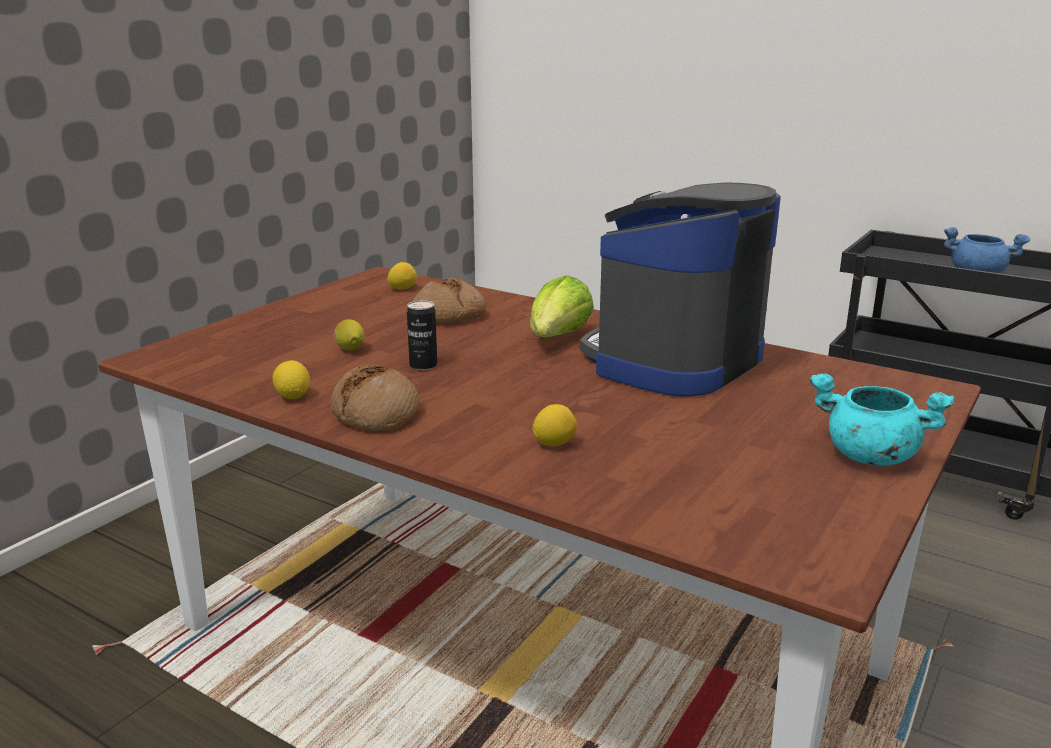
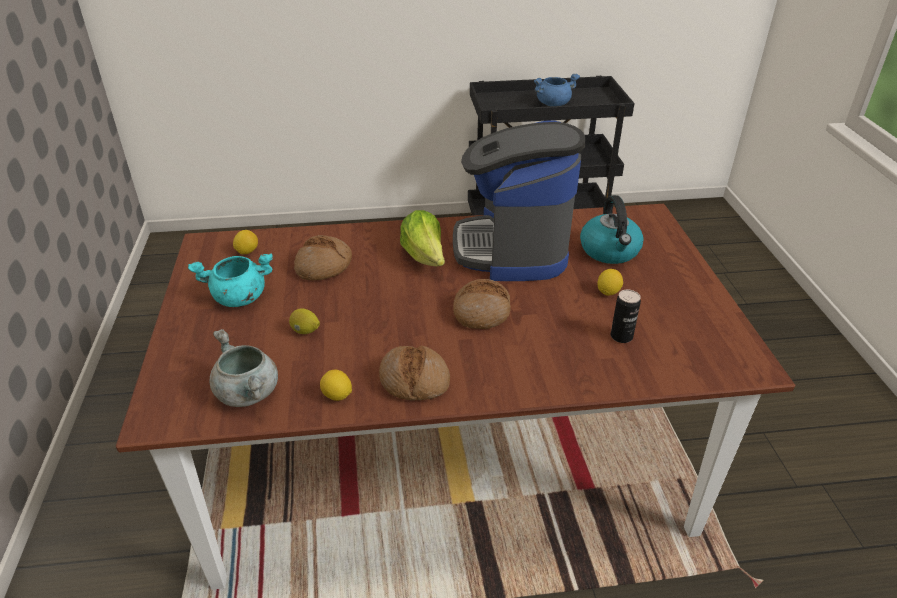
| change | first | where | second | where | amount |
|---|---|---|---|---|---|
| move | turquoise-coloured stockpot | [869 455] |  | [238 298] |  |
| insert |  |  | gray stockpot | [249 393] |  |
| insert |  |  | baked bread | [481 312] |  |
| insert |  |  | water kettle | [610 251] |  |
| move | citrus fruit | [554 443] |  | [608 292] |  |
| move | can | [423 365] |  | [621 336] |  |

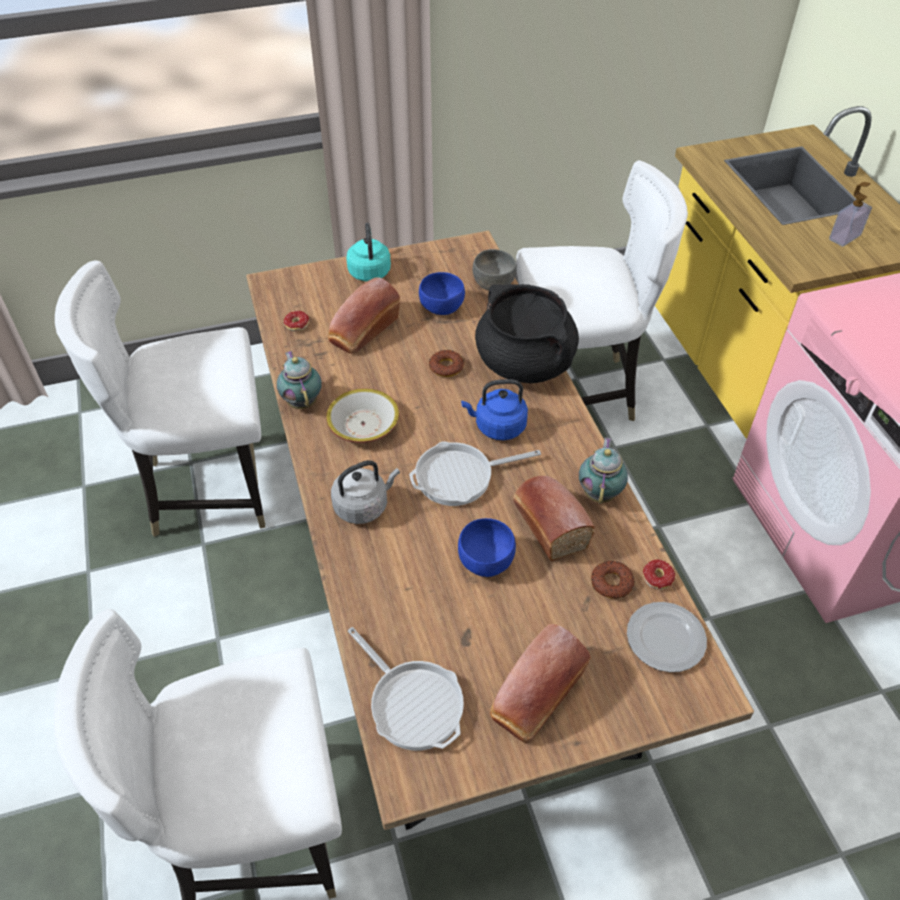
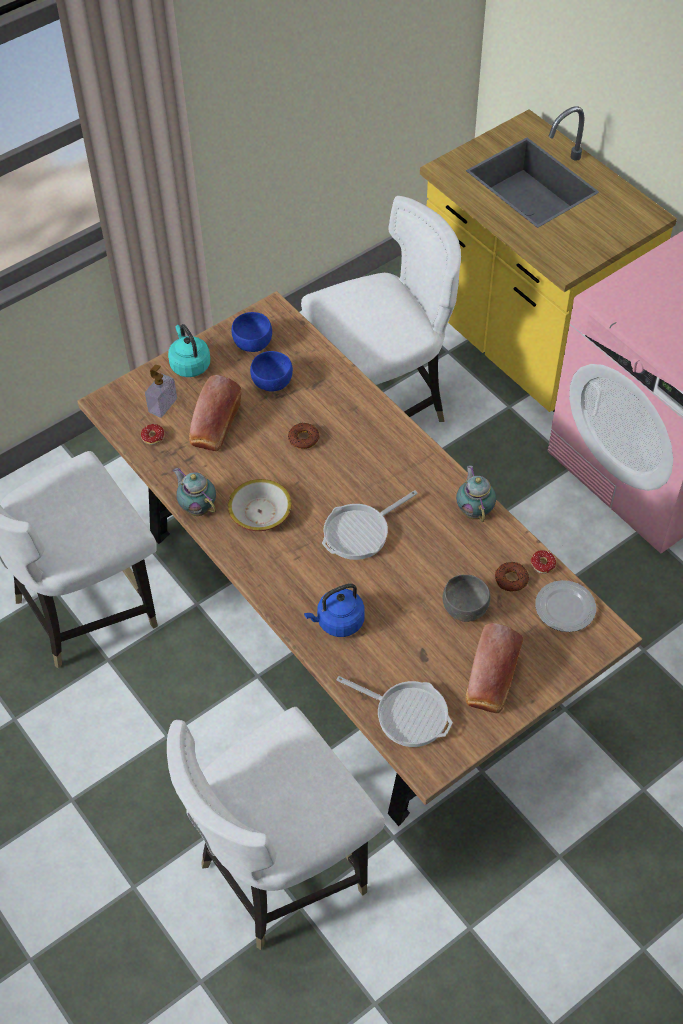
| change | first | where | second | where | amount |
|---|---|---|---|---|---|
| move | soap dispenser | [844 237] |  | [163 405] |  |
| move | blue-coloured serving bowl | [485 561] |  | [253 343] |  |
| move | blue-coloured water kettle | [497 427] |  | [338 622] |  |
| move | gray serving bowl | [493 283] |  | [464 607] |  |
| delete | gray water kettle | [363 506] |  |  |  |
| delete | black stockpot | [525 364] |  |  |  |
| delete | baked bread | [548 523] |  |  |  |

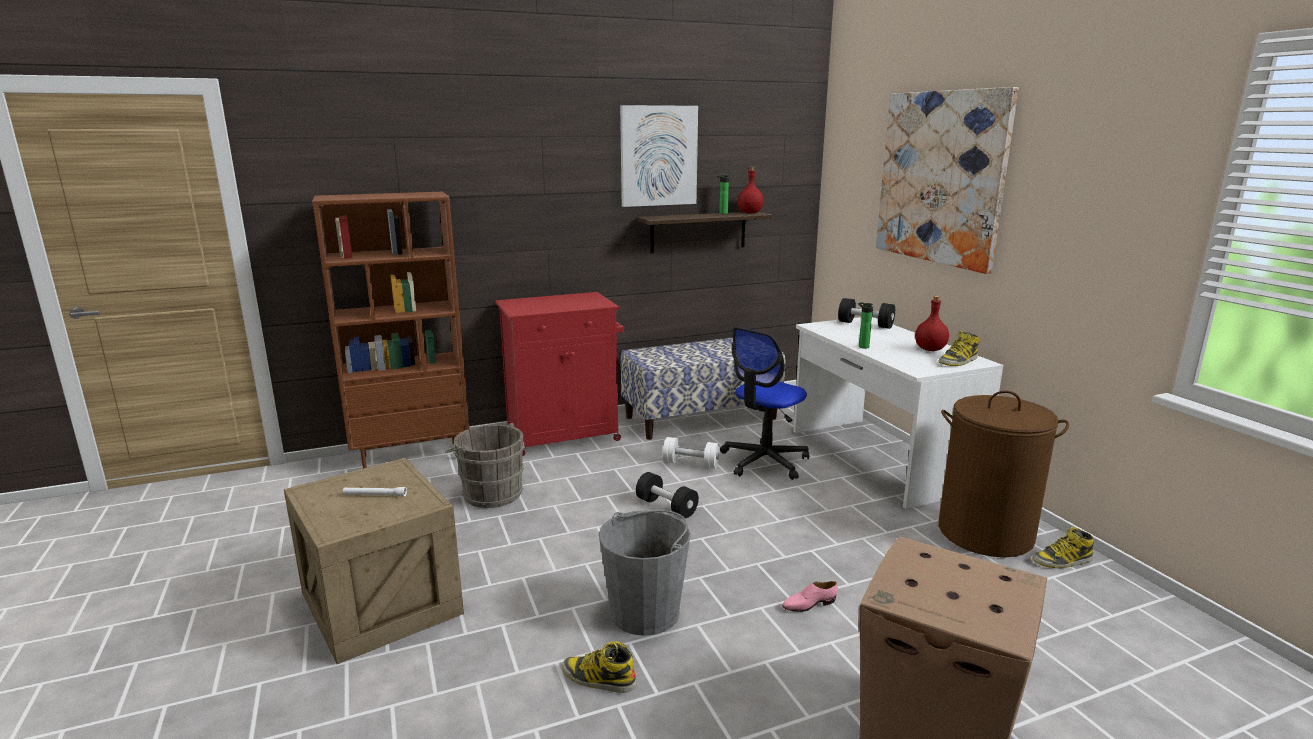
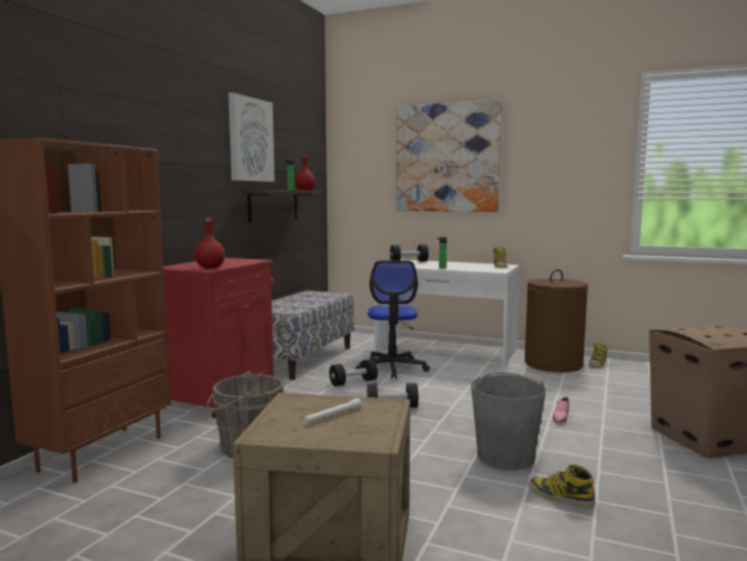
| change | first | where | second | where | amount |
|---|---|---|---|---|---|
| move | reddish bottle | [929 349] |  | [210 267] |  |
| recolor | white dumbbell | [691 464] | black dumbbell | [353 382] |  |
| rotate | boot | [598 679] |  | [560 496] | 60 degrees clockwise |

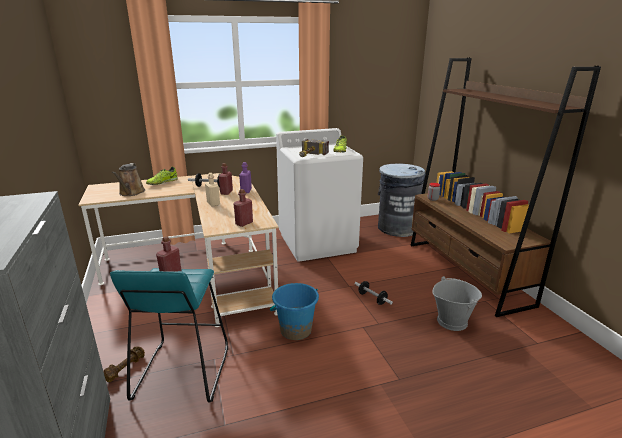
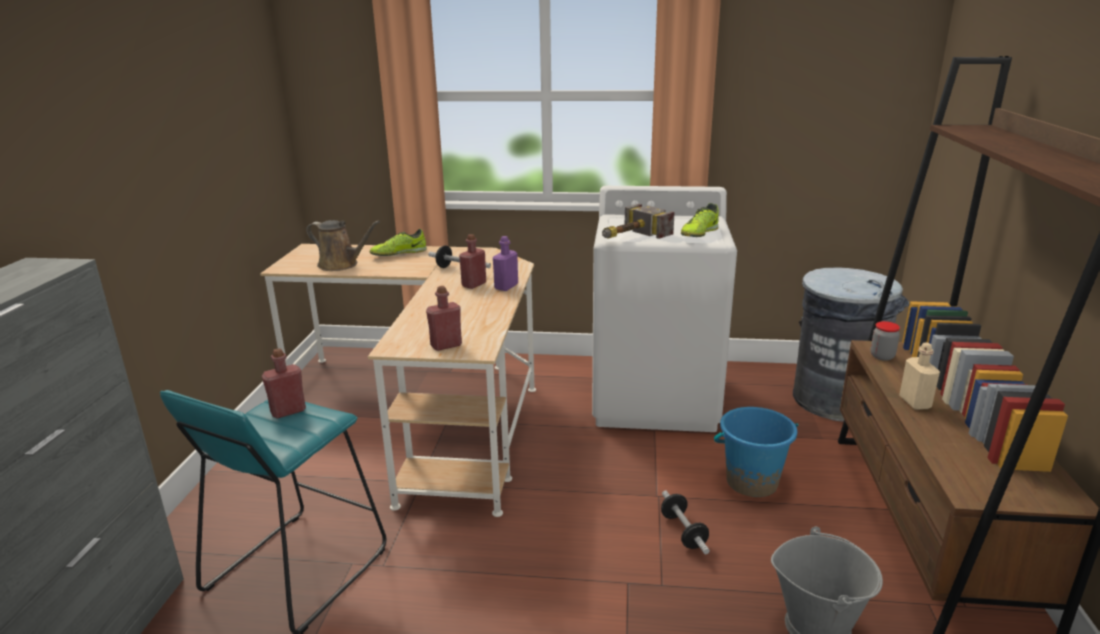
| change | first | where | second | where | amount |
|---|---|---|---|---|---|
| rotate | brownish watering can | [131 193] |  | [341 265] | 90 degrees counterclockwise |
| move | blue-coloured bucket | [295 330] |  | [751 482] |  |
| move | beige bottle | [213 204] |  | [914 402] |  |
| delete | brownish dumbbell | [125 368] |  |  |  |

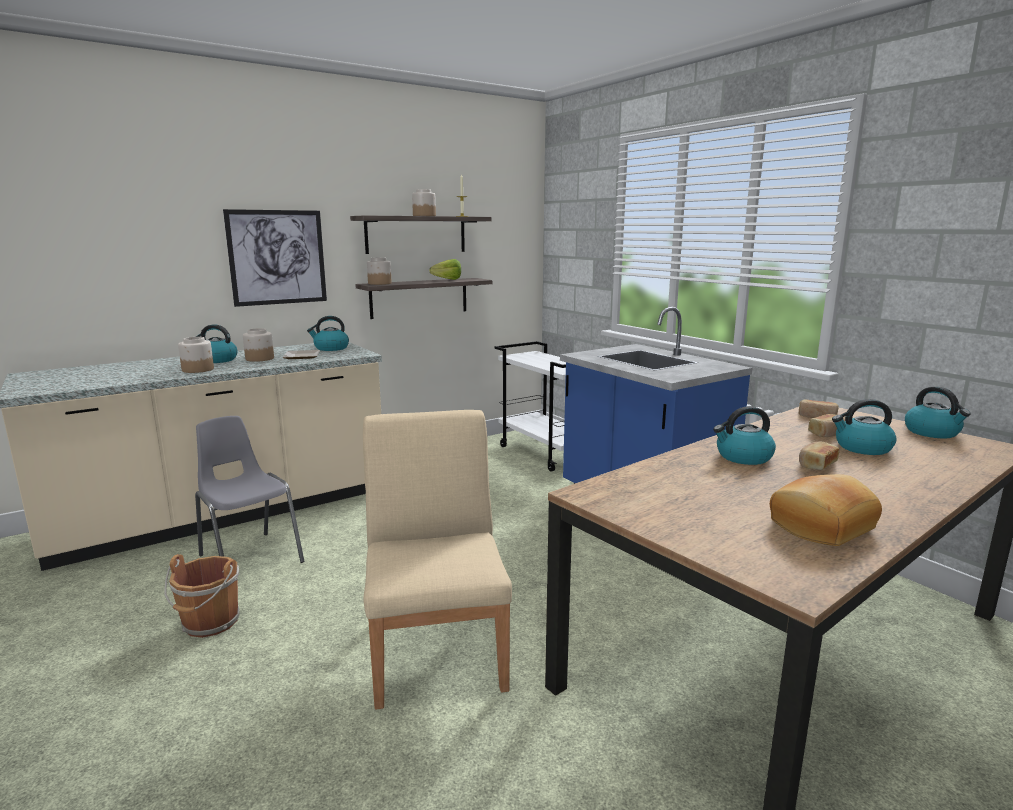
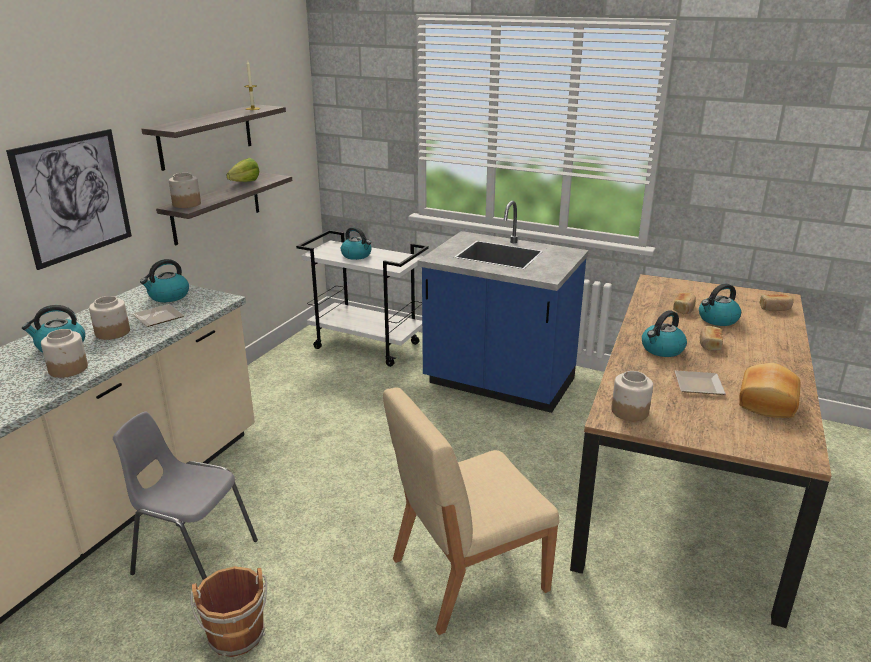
| change | first | where | second | where | amount |
|---|---|---|---|---|---|
| move | water kettle | [932 432] |  | [357 255] |  |
| rotate | beige upright chair | [438 650] |  | [467 574] | 75 degrees counterclockwise |
| move | preserve jar | [424 216] |  | [629 411] |  |
| insert |  |  | plate | [700 385] |  |
| move | baked bread | [817 416] |  | [775 308] |  |

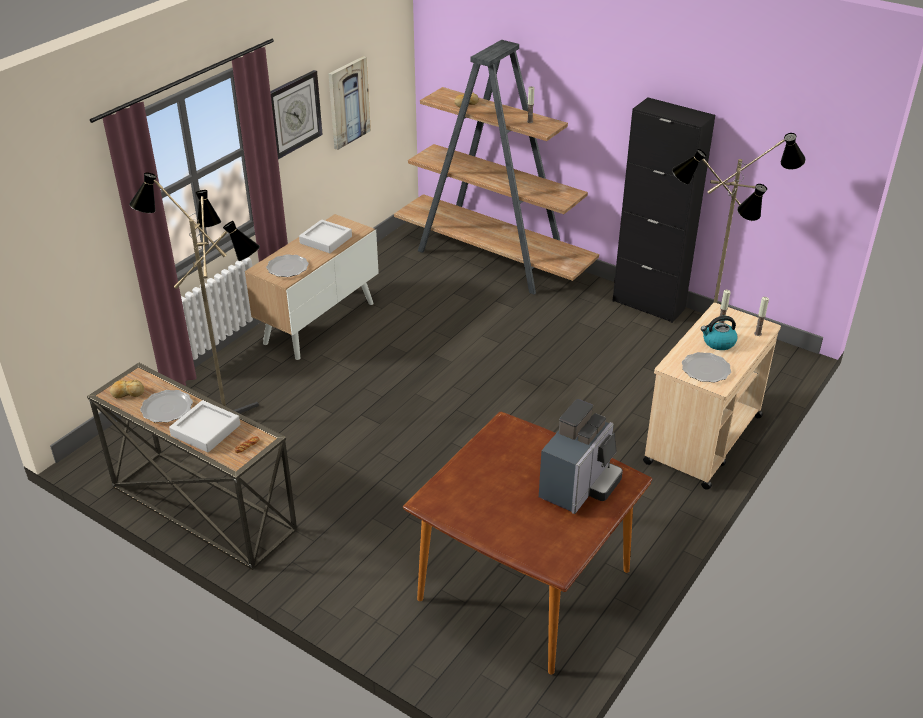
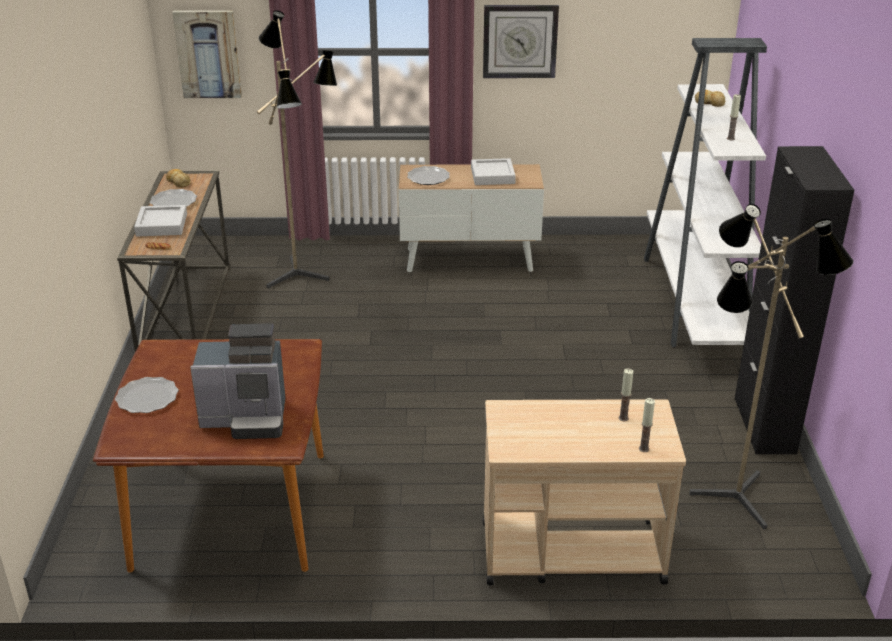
| change | first | where | second | where | amount |
|---|---|---|---|---|---|
| move | plate | [706 369] |  | [147 398] |  |
| move | wall picture | [348 102] |  | [208 54] |  |
| recolor | brownish shelving unit | [493 259] | white shelving unit | [695 302] |  |
| delete | water kettle | [718 342] |  |  |  |

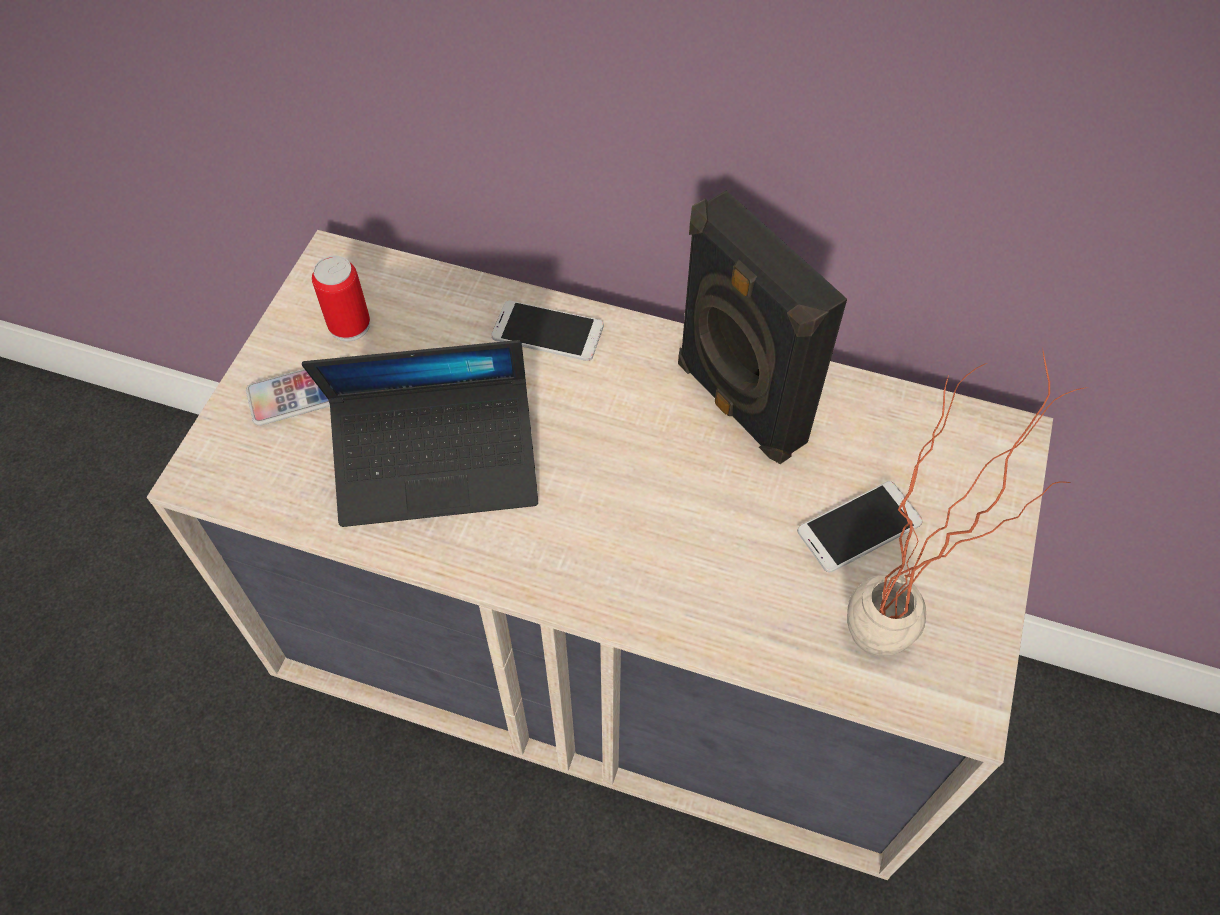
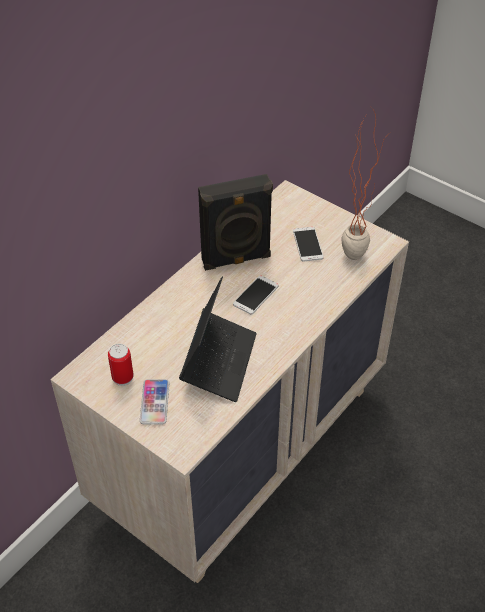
| change | first | where | second | where | amount |
|---|---|---|---|---|---|
| move | phone | [548 331] |  | [255 295] |  |

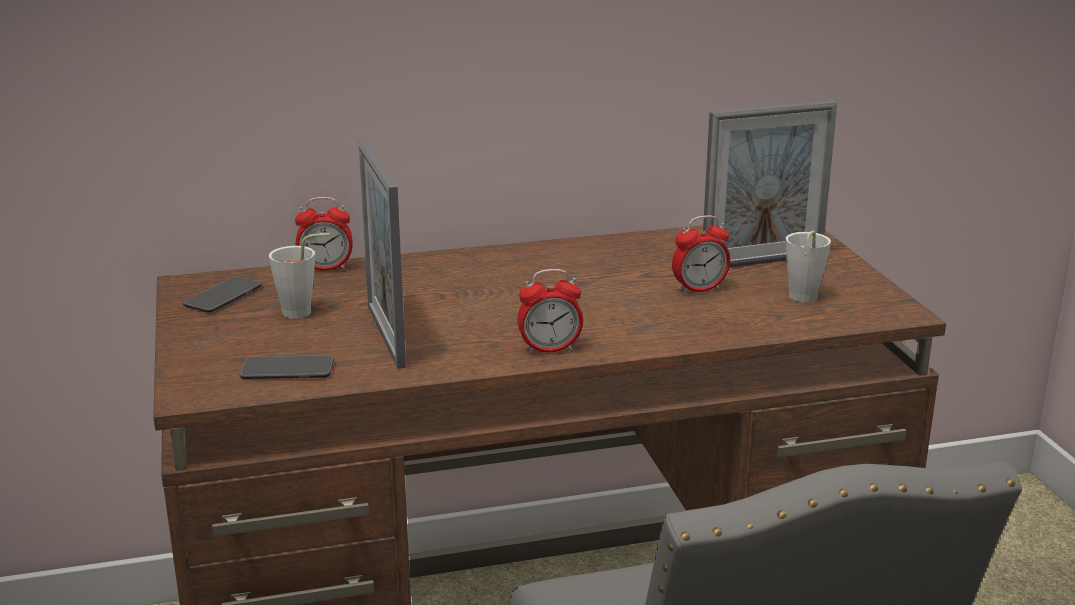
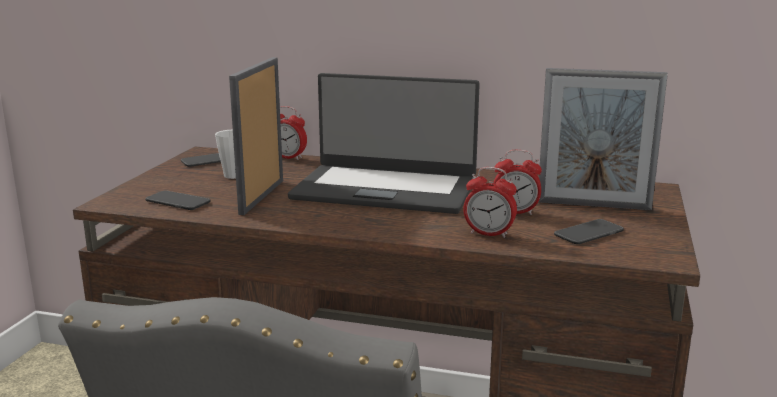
| change | first | where | second | where | amount |
|---|---|---|---|---|---|
| insert |  |  | laptop | [385 189] |  |
| move | table clock | [549 349] |  | [489 234] |  |
| replace | white drinking cup | [801 299] | phone | [588 233] |  |

